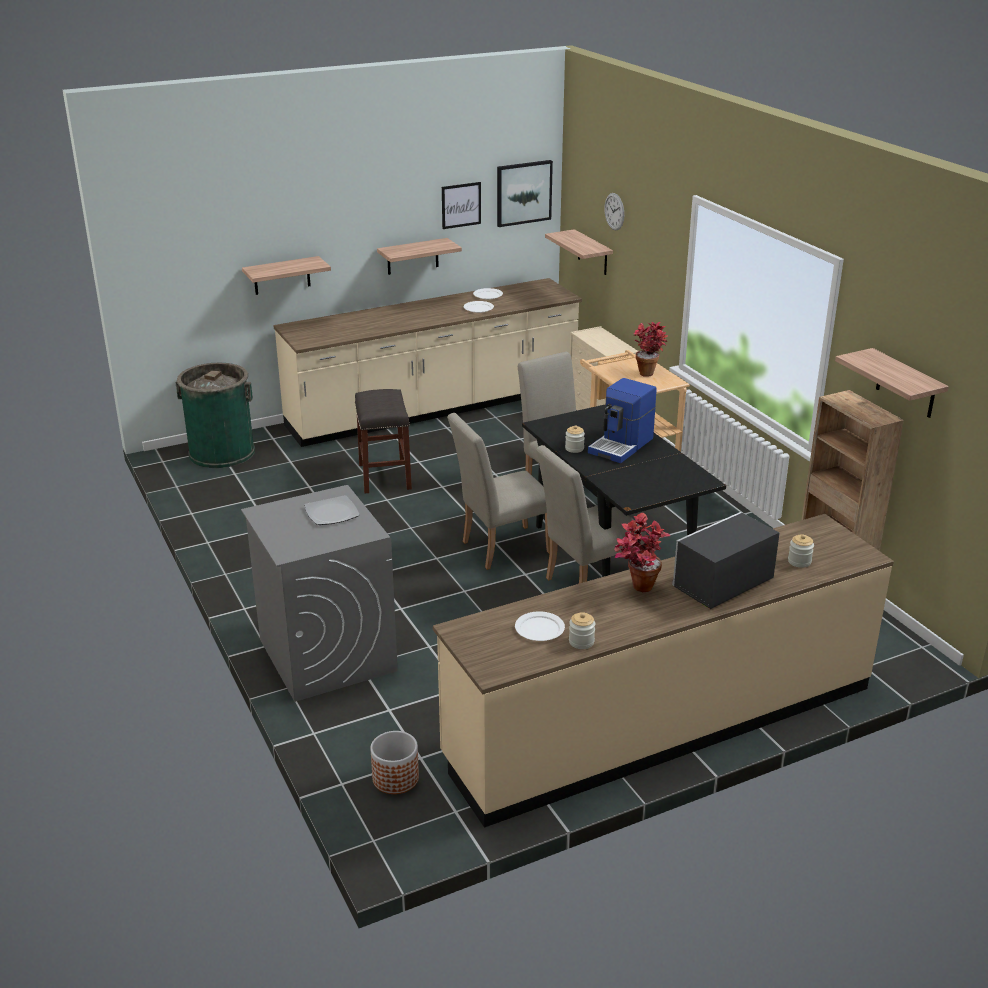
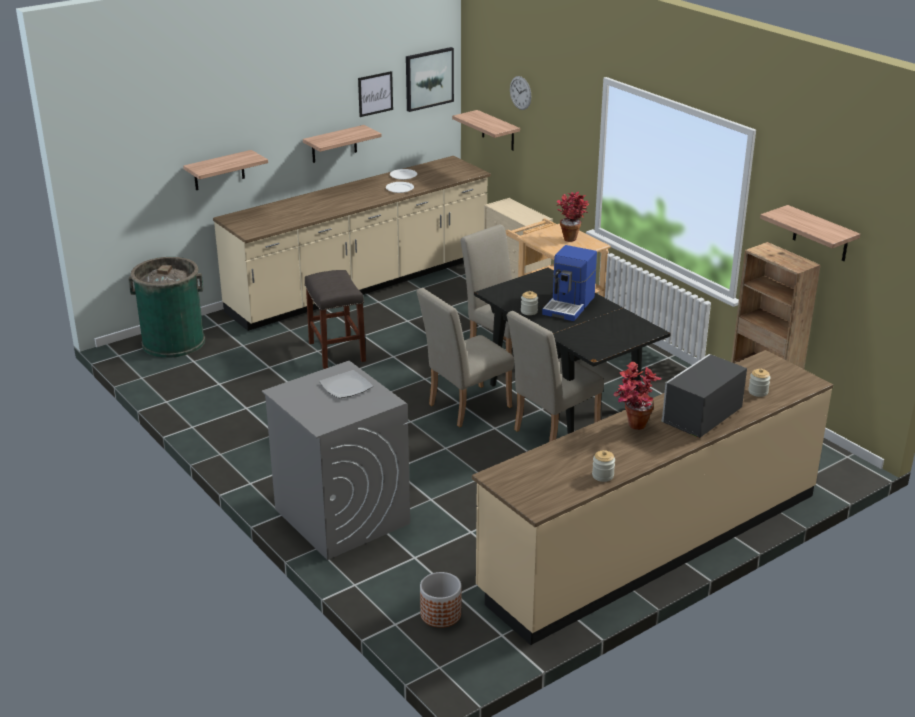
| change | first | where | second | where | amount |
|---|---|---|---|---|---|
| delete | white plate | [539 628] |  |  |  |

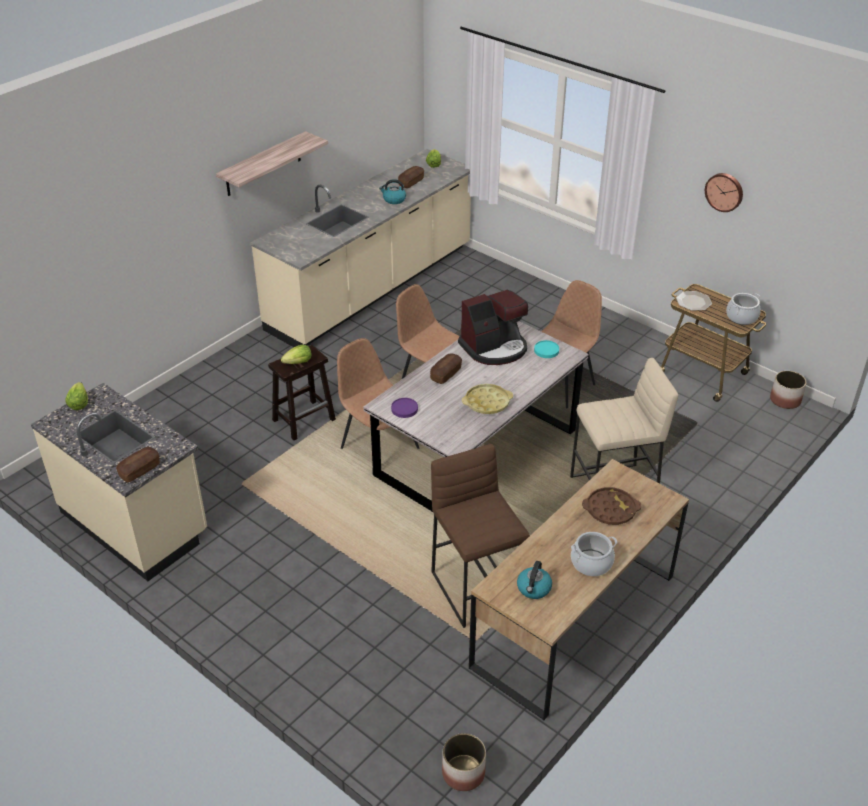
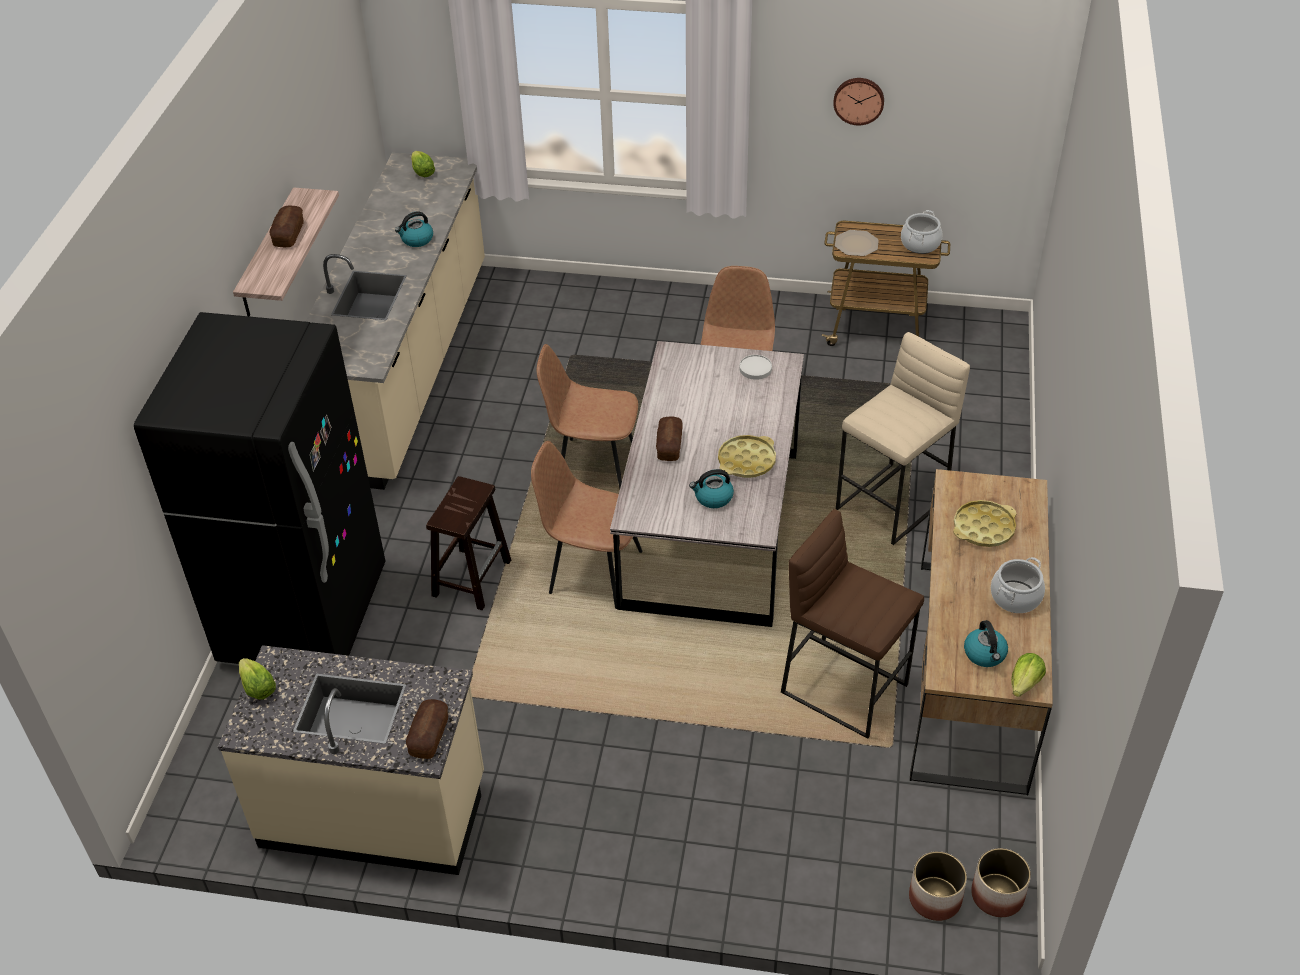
| change | first | where | second | where | amount |
|---|---|---|---|---|---|
| insert |  |  | black kitchen fridge | [304 615] |  |
| move | baked bread | [411 182] |  | [289 234] |  |
| insert |  |  | water kettle | [713 497] |  |
| recolor | turquoise-coloured plate | [546 350] | white plate | [755 368] |  |
| move | flower pot | [785 400] |  | [935 899] |  |
| recolor | brownish tray | [610 509] | yellowish tray | [983 528] |  |
| move | lettuce | [298 362] |  | [1025 683] |  |
| delete | purple plate | [404 409] |  |  |  |
| delete | coffee brewer | [494 348] |  |  |  |

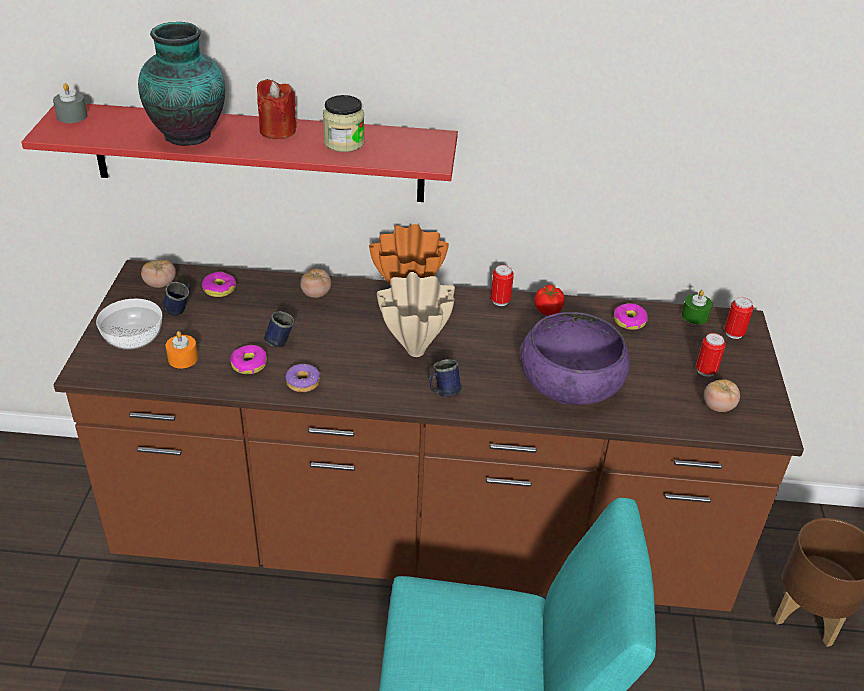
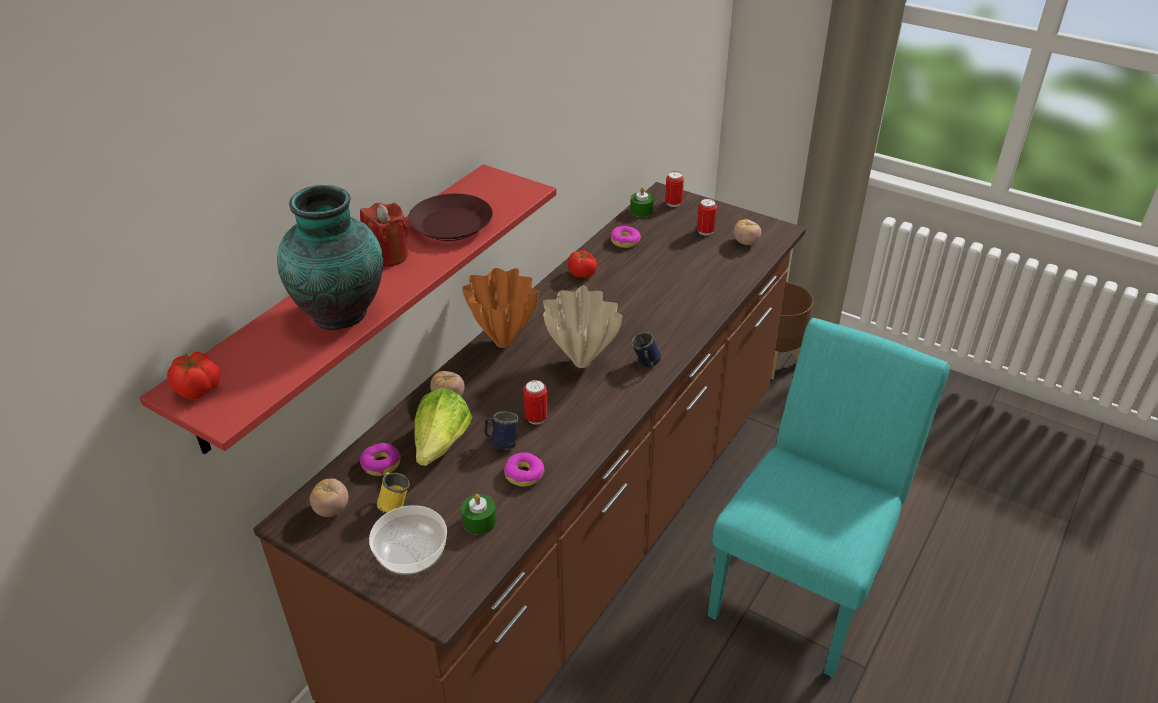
| change | first | where | second | where | amount |
|---|---|---|---|---|---|
| replace | gray wax light | [72 116] | whole tomato | [199 390] |  |
| recolor | blue-coloured tea mug | [180 310] | yellowish tea mug | [393 503] |  |
| replace | preserve jar | [344 143] | brownish plate | [450 224] |  |
| insert |  |  | lettuce | [442 444] |  |
| recolor | orange wax light | [183 358] | green-coloured wax light | [479 521] |  |
| move | can | [500 301] |  | [536 418] |  |
| delete | donut | [303 383] |  |  |  |
| delete | purple serving bowl | [571 380] |  |  |  |

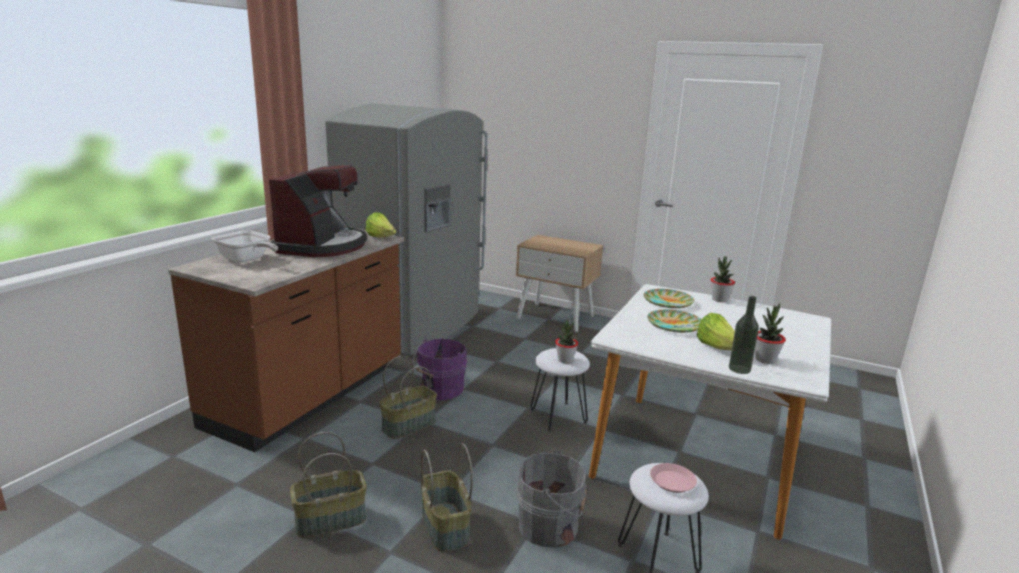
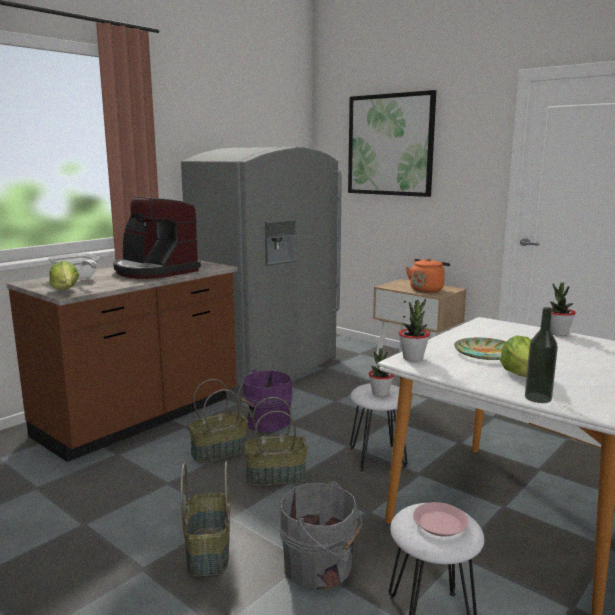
| change | first | where | second | where | amount |
|---|---|---|---|---|---|
| move | lettuce | [381 238] |  | [66 291] |  |
| rotate | coffee brewer | [322 246] |  | [155 271] | 105 degrees clockwise |
| move | basket | [331 519] |  | [276 476] |  |
| insert |  |  | wall picture | [390 145] |  |
| move | plant in a pot | [765 359] |  | [413 358] |  |
| insert |  |  | orange water kettle | [427 289] |  |
| delete | plate | [668 302] |  |  |  |

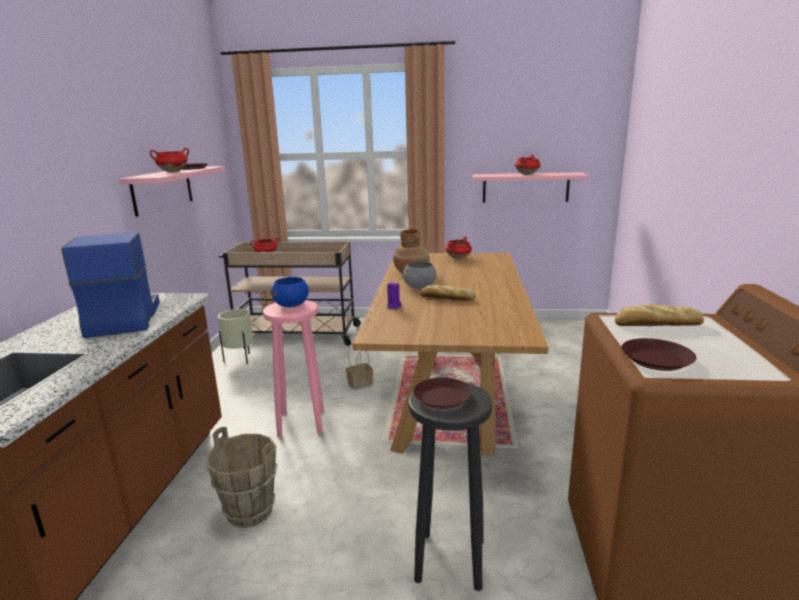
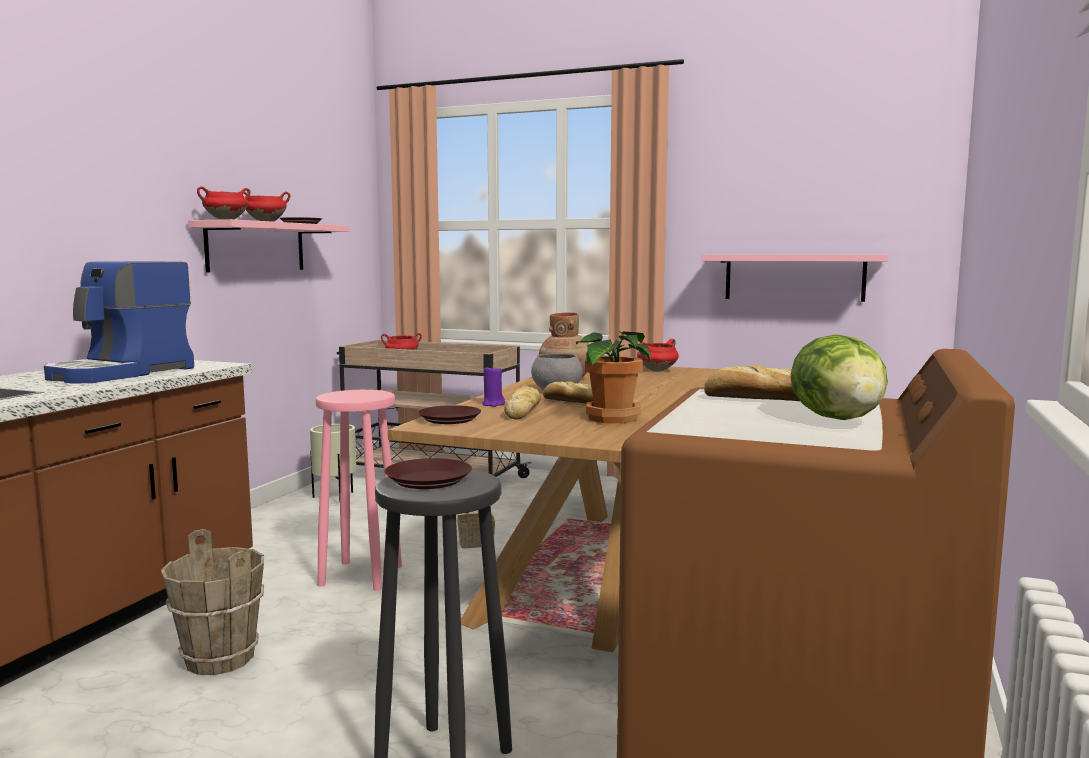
| change | first | where | second | where | amount |
|---|---|---|---|---|---|
| rotate | coffee brewer | [123 318] |  | [122 373] | 150 degrees counterclockwise |
| move | reddish stockpot | [527 174] |  | [225 219] |  |
| move | brownish plate | [656 359] |  | [450 419] |  |
| insert |  |  | baked bread | [523 411] |  |
| insert |  |  | plant in a pot | [610 418] |  |
| insert |  |  | lettuce | [838 419] |  |
| delete | blue-coloured serving bowl | [292 305] |  |  |  |

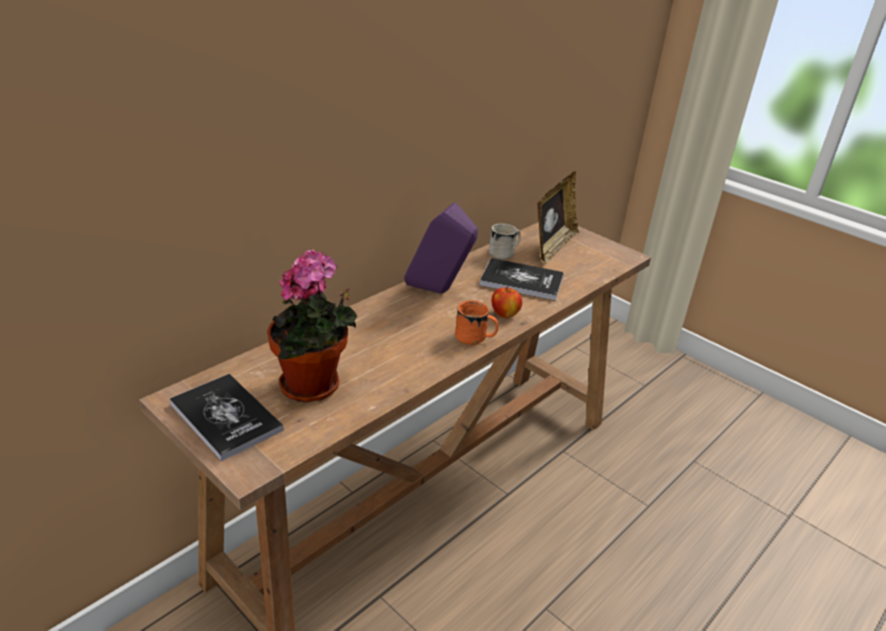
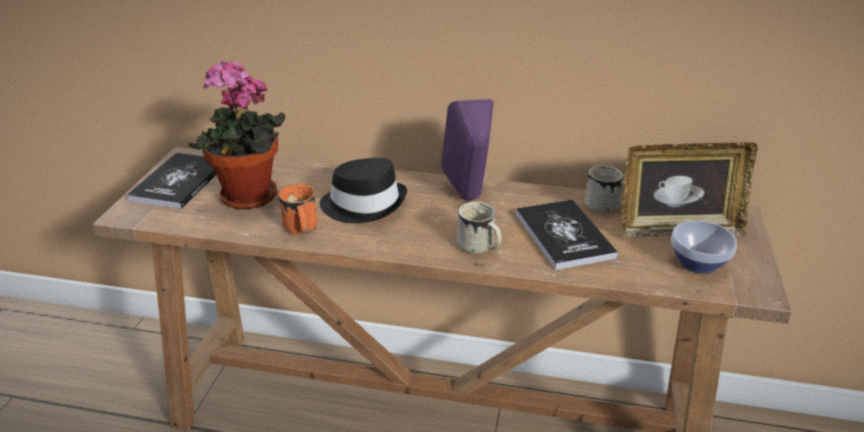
| change | first | where | second | where | amount |
|---|---|---|---|---|---|
| move | orange tea mug | [475 339] |  | [300 229] |  |
| insert |  |  | black wearable hat | [364 204] |  |
| replace | whole apple | [505 314] | white tea mug | [479 248] |  |
| insert |  |  | serving bowl | [699 262] |  |

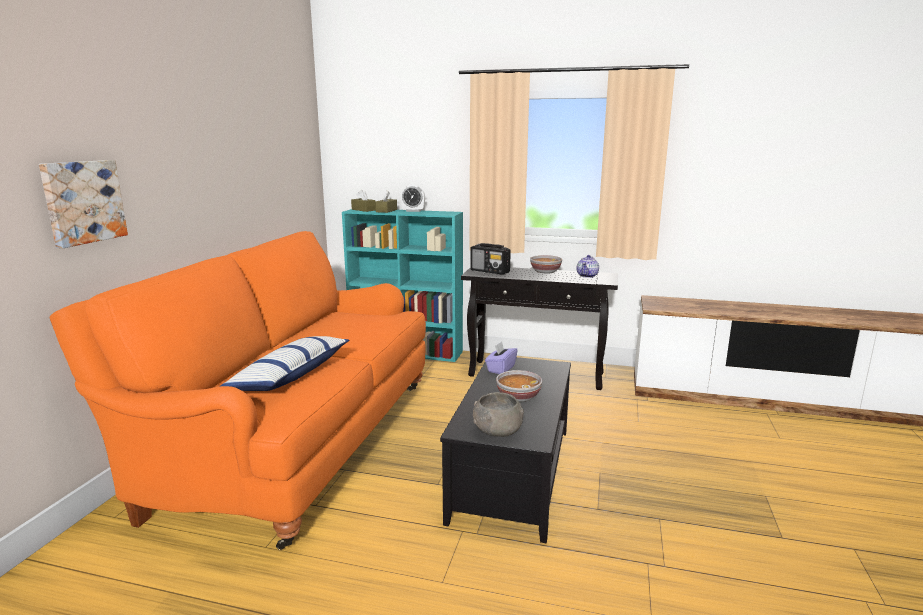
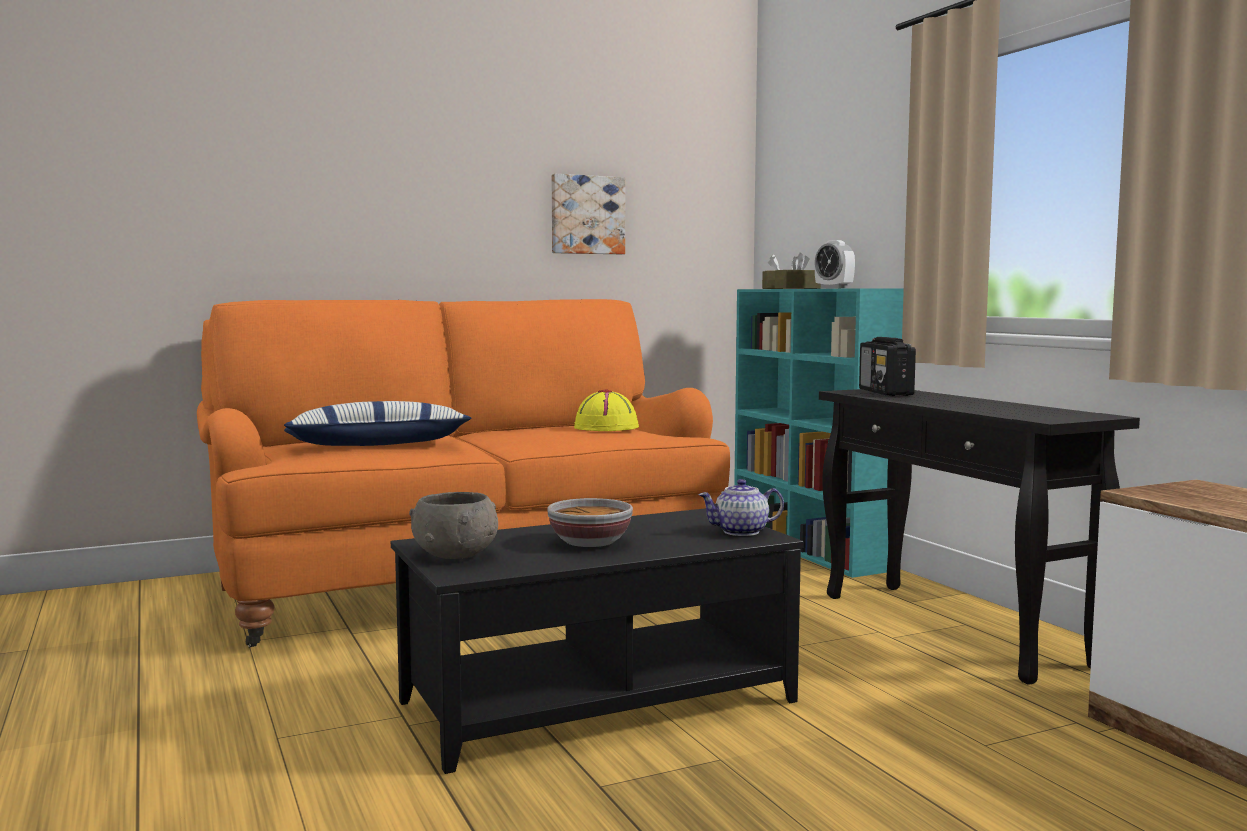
| change | first | where | second | where | amount |
|---|---|---|---|---|---|
| move | wall picture | [82 202] |  | [587 215] |  |
| insert |  |  | yellowish wearable hat | [607 428] |  |
| move | tea pot | [587 276] |  | [742 532] |  |
| delete | purple tissue box | [500 369] |  |  |  |
| delete | serving bowl | [545 272] |  |  |  |

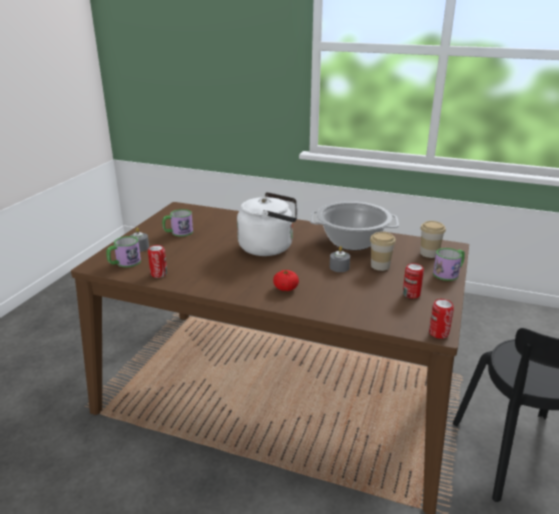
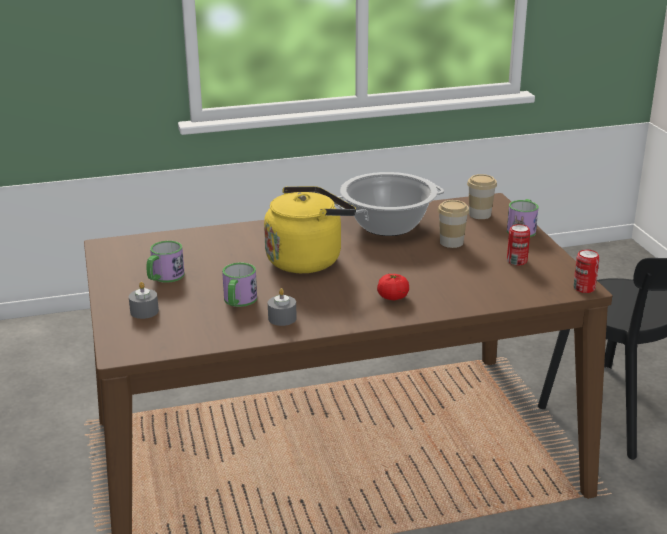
| change | first | where | second | where | amount |
|---|---|---|---|---|---|
| move | tea mug | [124 263] |  | [238 301] |  |
| recolor | white water kettle | [269 247] | yellowish water kettle | [307 259] |  |
| move | gray wax light | [339 267] |  | [282 318] |  |
| delete | can | [159 274] |  |  |  |

